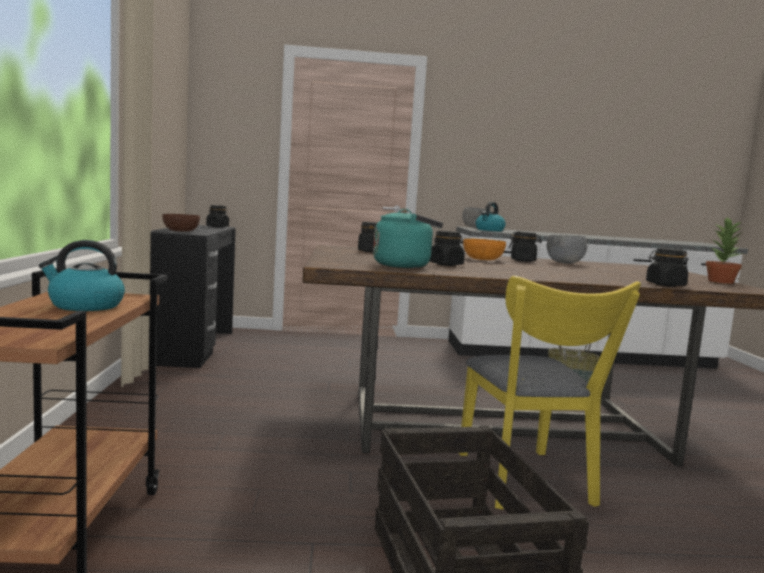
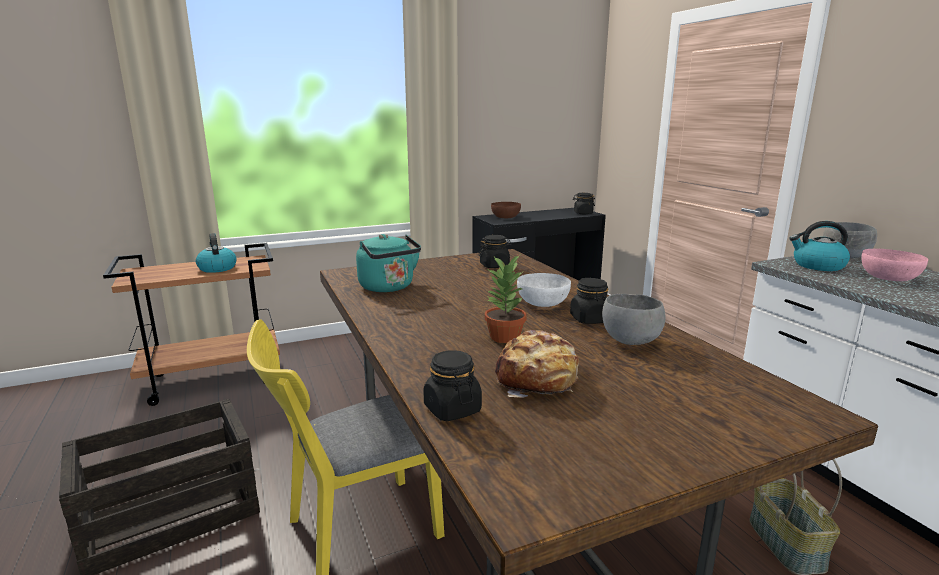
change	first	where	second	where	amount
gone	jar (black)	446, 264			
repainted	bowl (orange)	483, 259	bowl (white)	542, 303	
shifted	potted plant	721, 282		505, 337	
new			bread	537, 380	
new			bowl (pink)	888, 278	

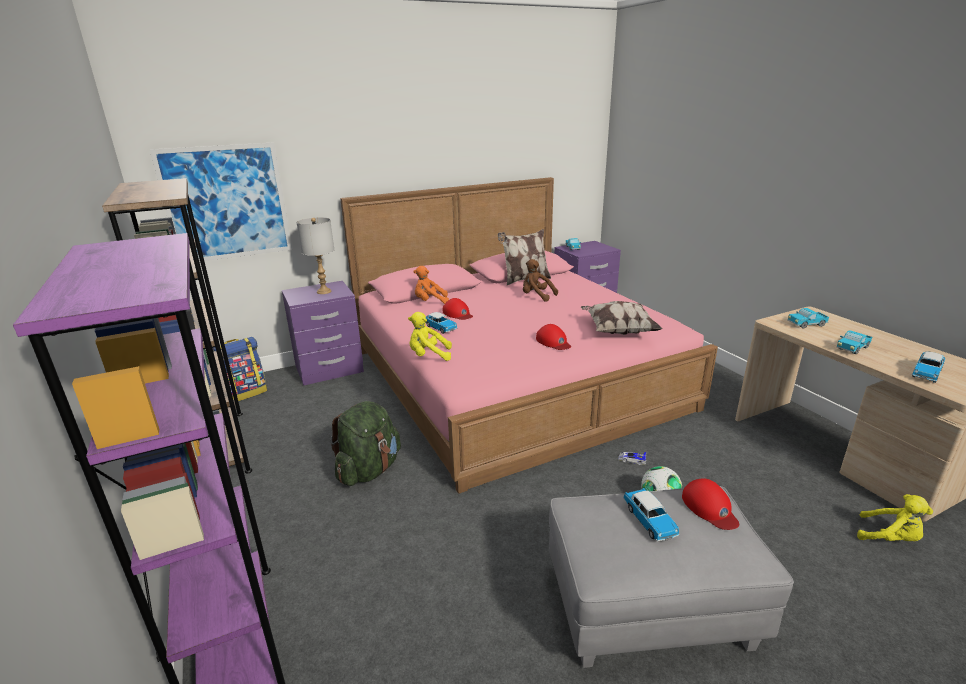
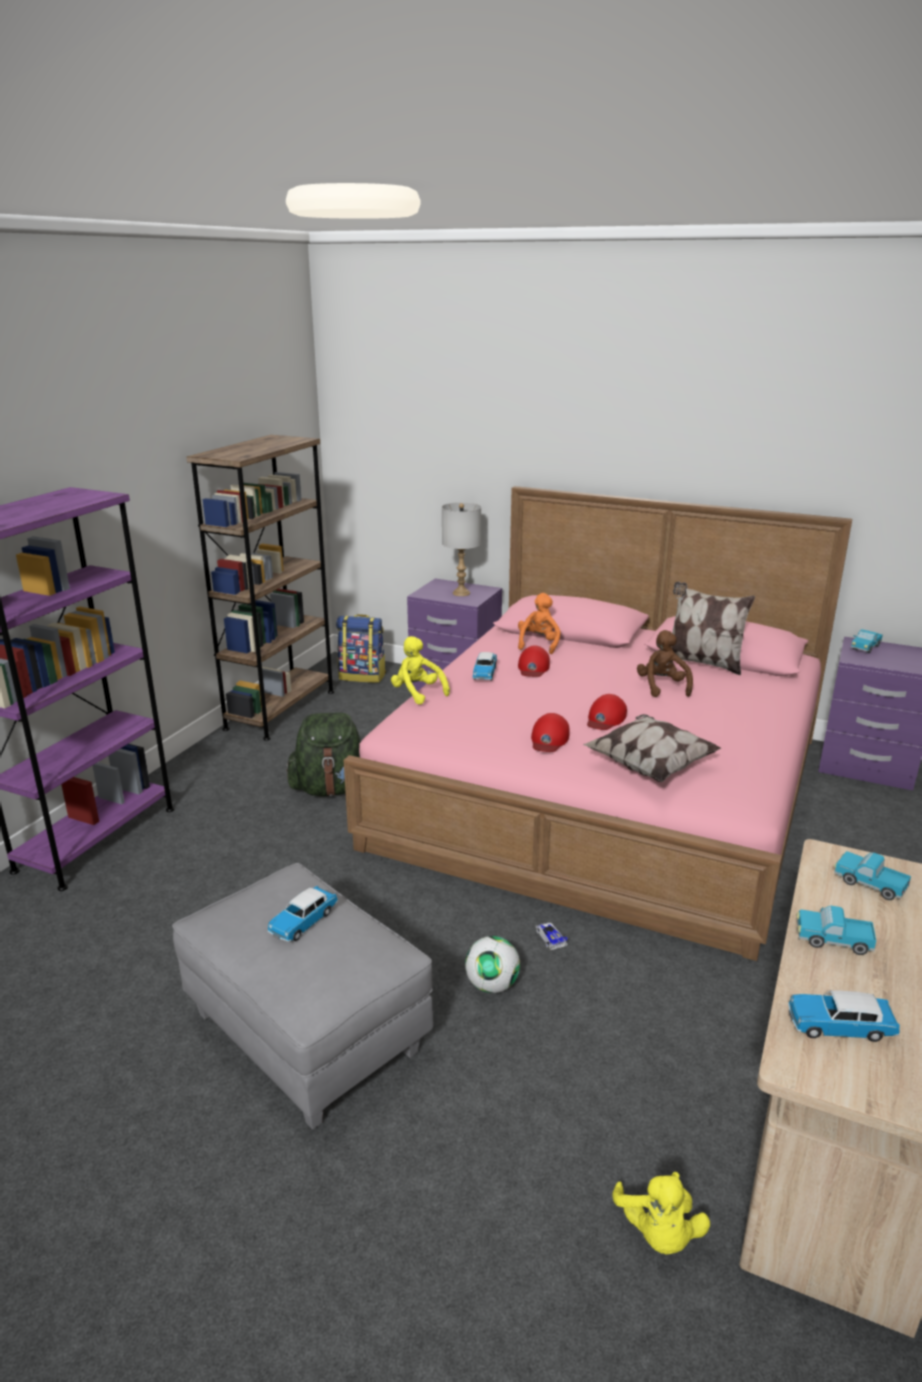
change	first	where	second	where	amount
gone	picture	226, 203			
rotated	plush toy (orange)	430, 302		538, 644	60 degrees clockwise
shifted	cap (red)	709, 508		605, 718	

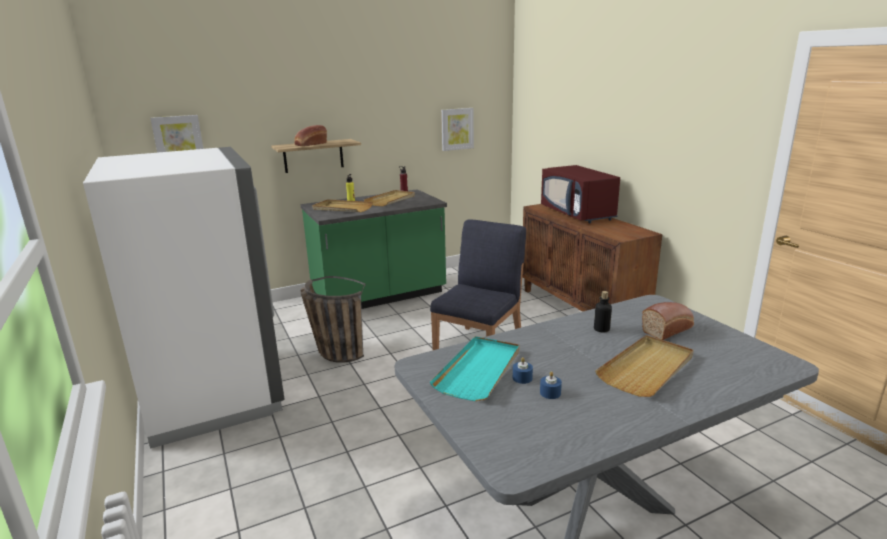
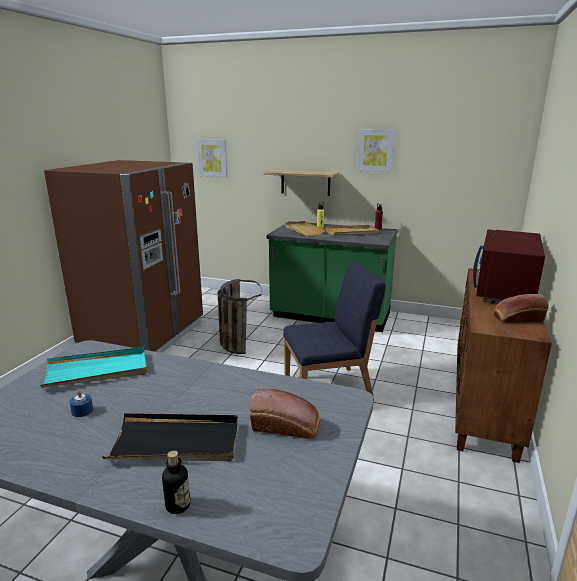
change	first	where	second	where	amount
repainted	fridge (white)	214, 393	fridge (brown)	144, 336	
shifted	bread	310, 144		517, 319	
shifted	picture	457, 129		375, 150	
gone	candle (blue)	522, 378			
shifted	bottle	601, 329		178, 505	
repainted	tray (beige)	647, 368	tray (black)	176, 442	

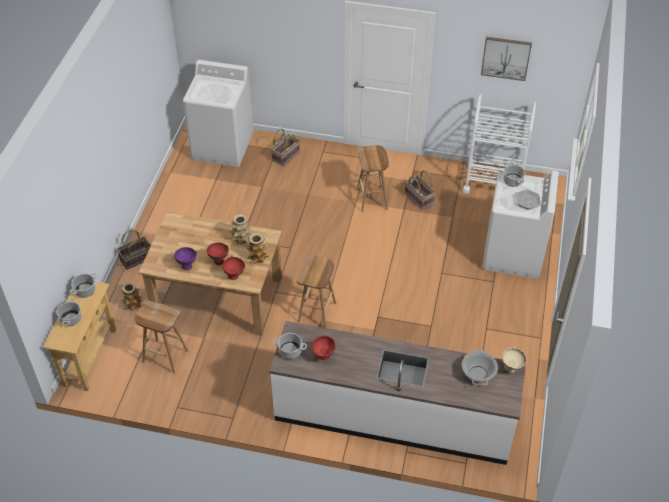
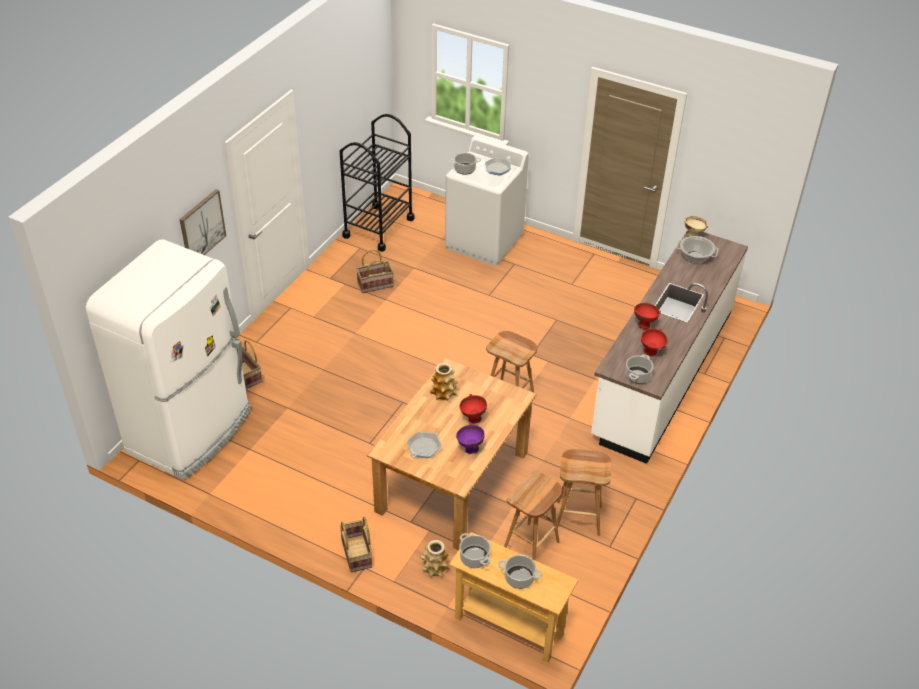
change	first	where	second	where	amount
swapped	washing machine (white)	223, 147	fridge (white)	191, 431	
shifted	bowl (red)	234, 276		644, 325	
gone	vase	258, 257			
shifted	stool (brown)	372, 200		578, 518	
repainted	cart (white)	493, 182	cart (black)	378, 227	
shifted	picture	506, 58		202, 227	
new			frying pan	424, 447	

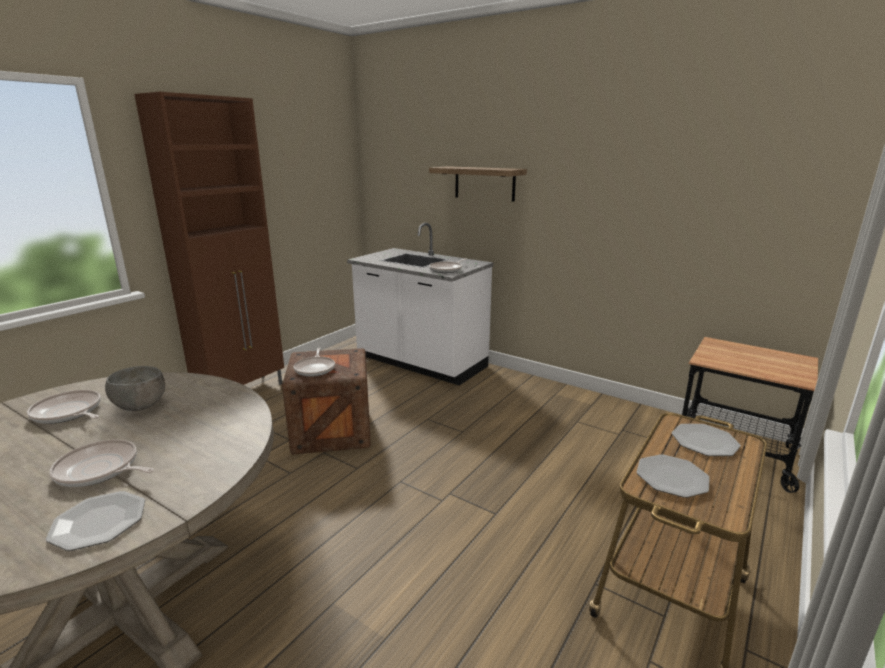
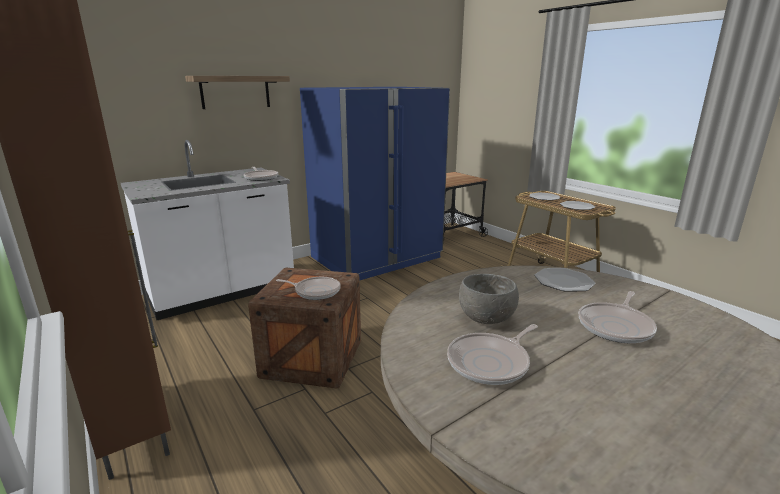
change	first	where	second	where	amount
shifted	plate	98, 522		564, 281	
new			fridge (blue)	377, 258	

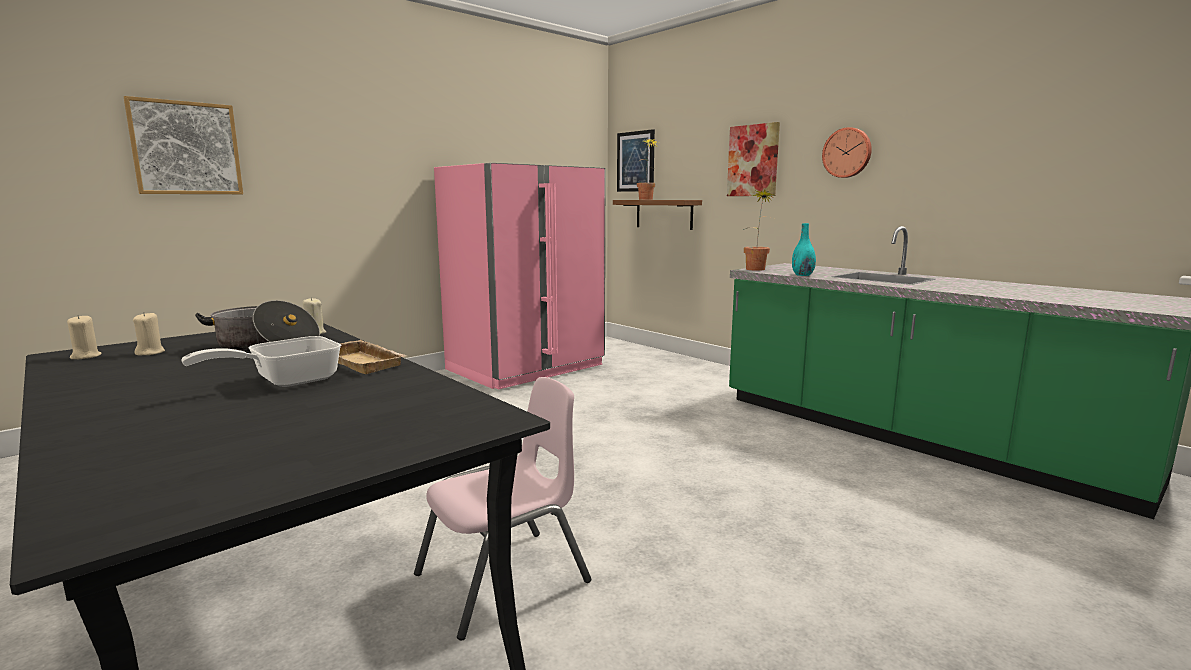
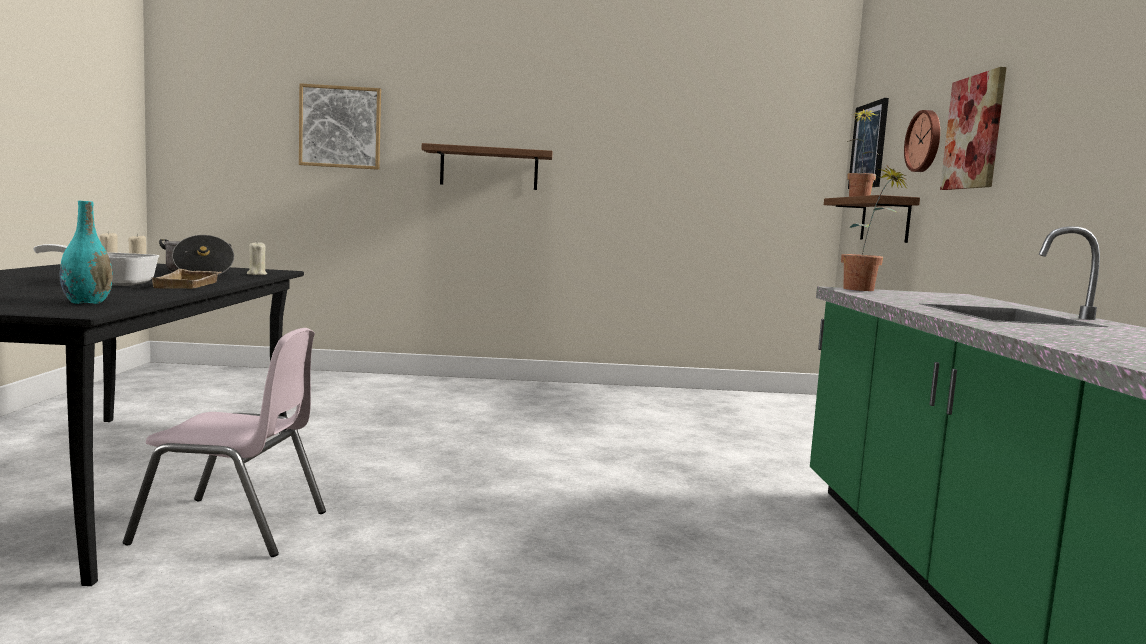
change	first	where	second	where	amount
gone	fridge (pink)	526, 368			
shifted	vase (turquoise)	802, 275		87, 302	
shifted	wall clock	847, 153		925, 141	
new			shelf	489, 168	

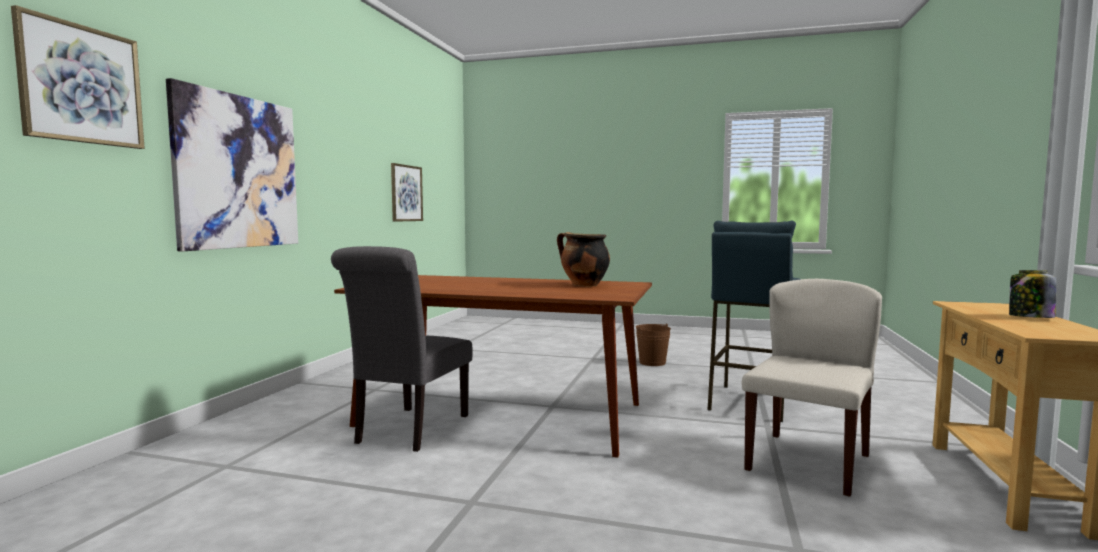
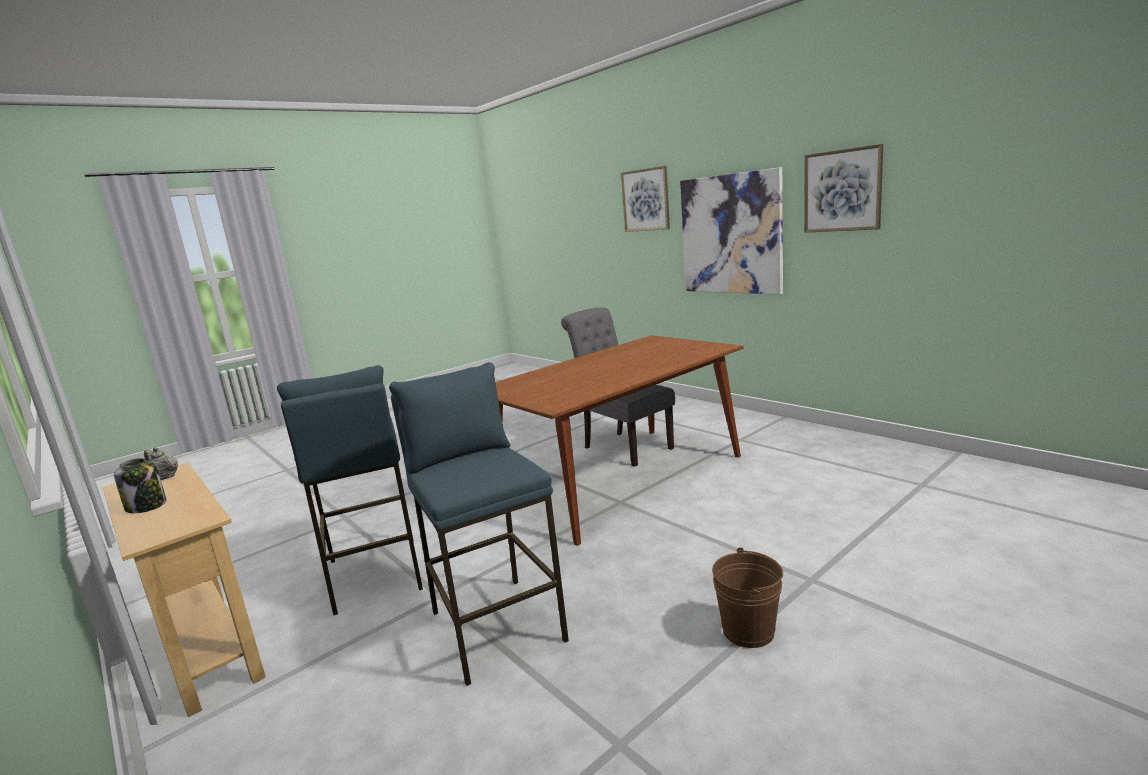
change	first	where	second	where	amount
shifted	picture	406, 193		842, 190	
gone	cooking pot	583, 285			
swapped	chair (beige)	807, 461	stool (blue)	375, 574	
new			teapot (beige)	164, 477	

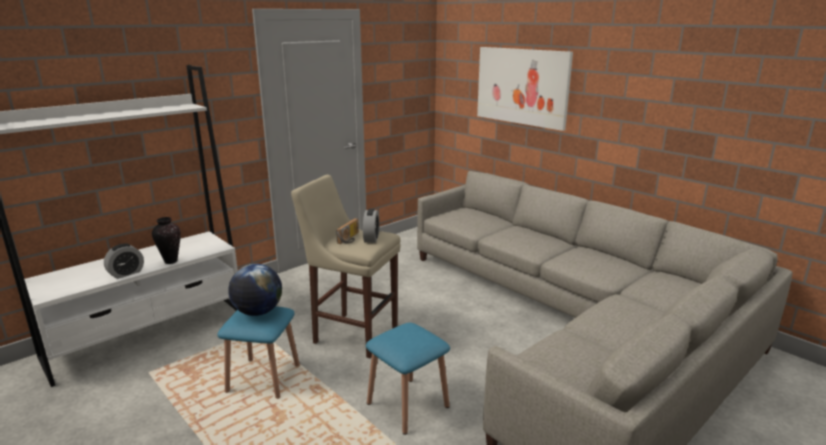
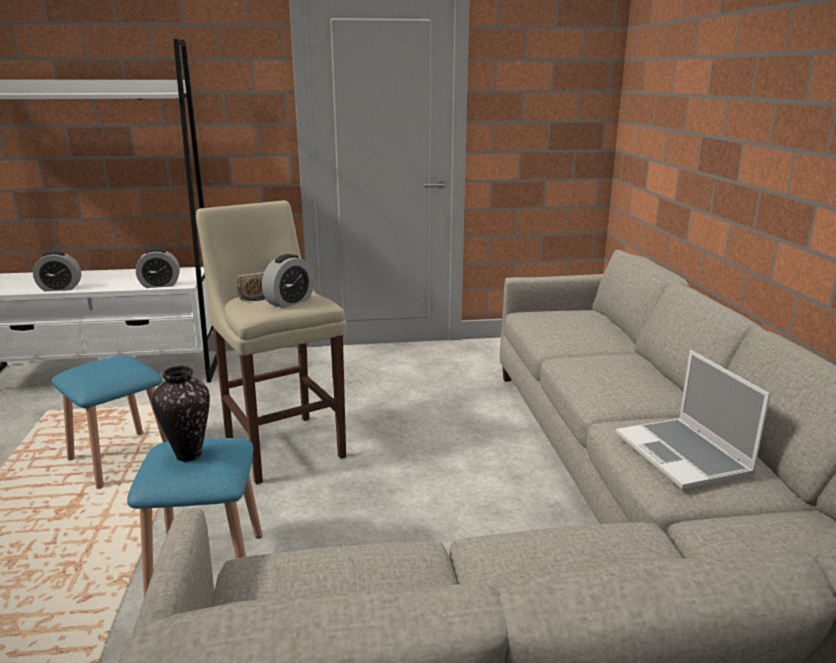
change	first	where	second	where	amount
shifted	vase	171, 261		189, 455	
gone	globe	258, 312			
gone	picture	522, 86			
new			alarm clock	160, 285	
new			laptop	684, 455	

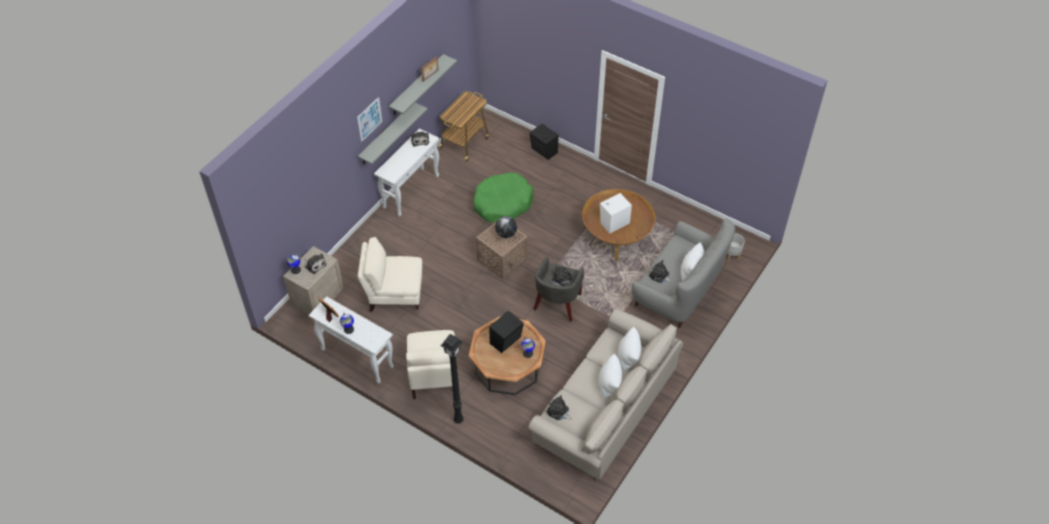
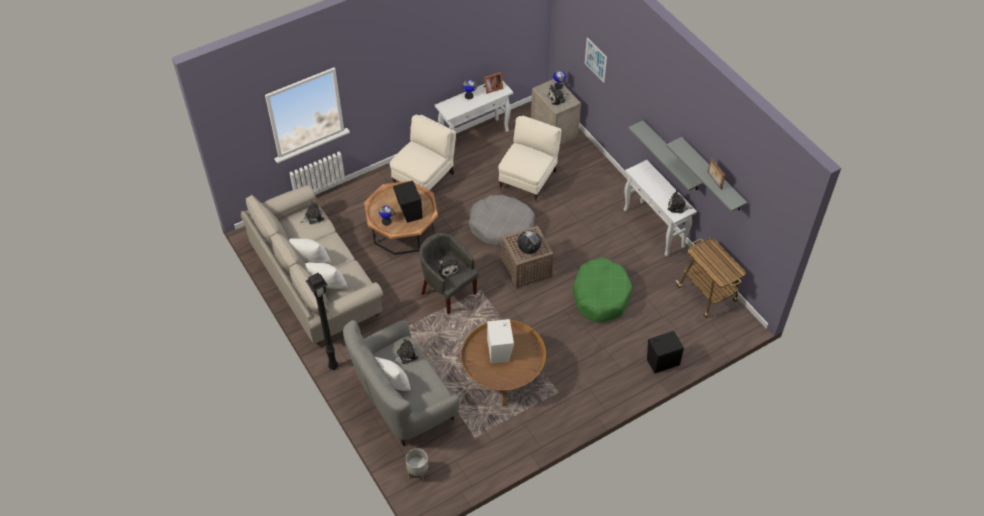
change	first	where	second	where	amount
shifted	picture	369, 119		595, 60	
rotated	armchair (beige)	433, 376		425, 178	105 degrees clockwise
shifted	floor lamp (black)	458, 421		332, 366	
new			dog bed (grey)	502, 227	

